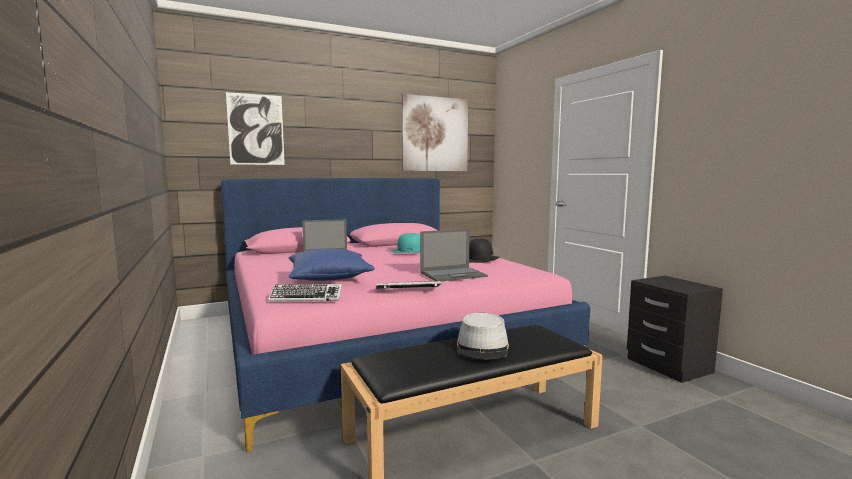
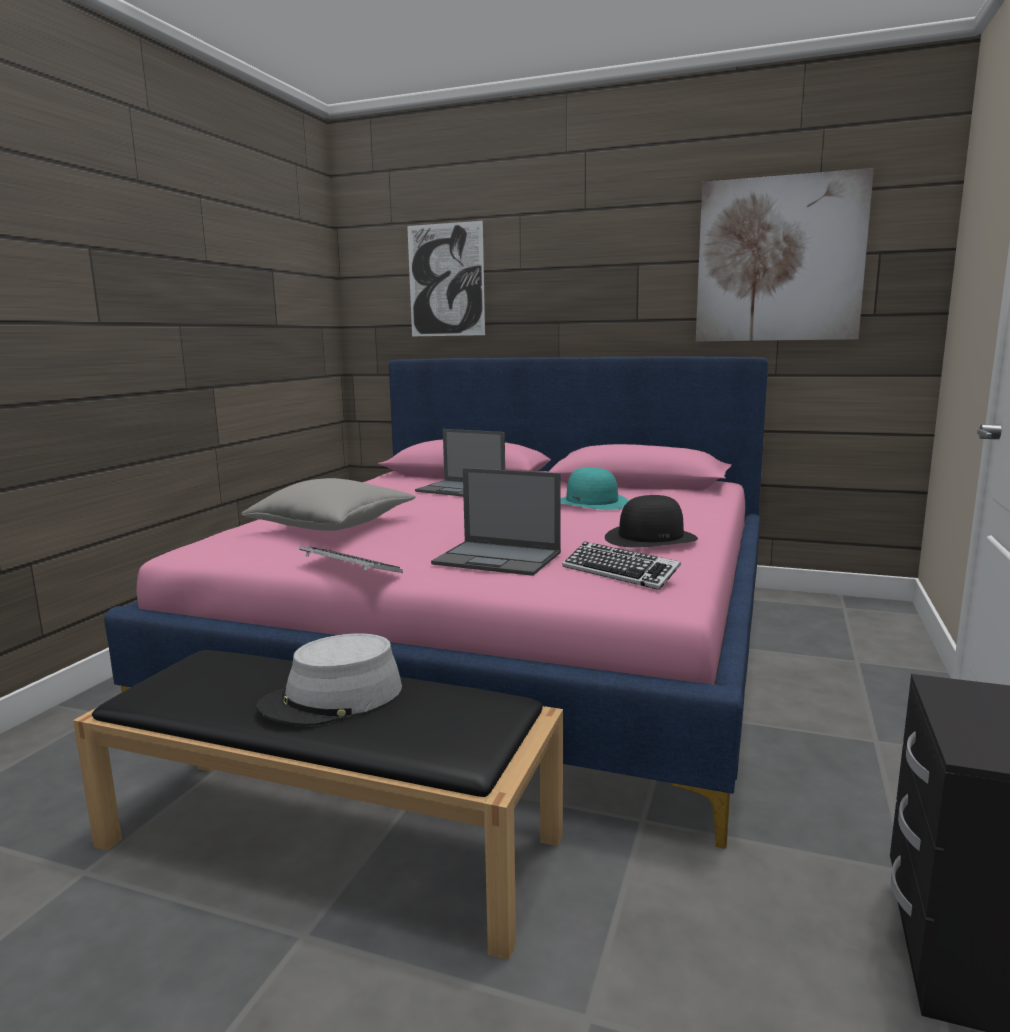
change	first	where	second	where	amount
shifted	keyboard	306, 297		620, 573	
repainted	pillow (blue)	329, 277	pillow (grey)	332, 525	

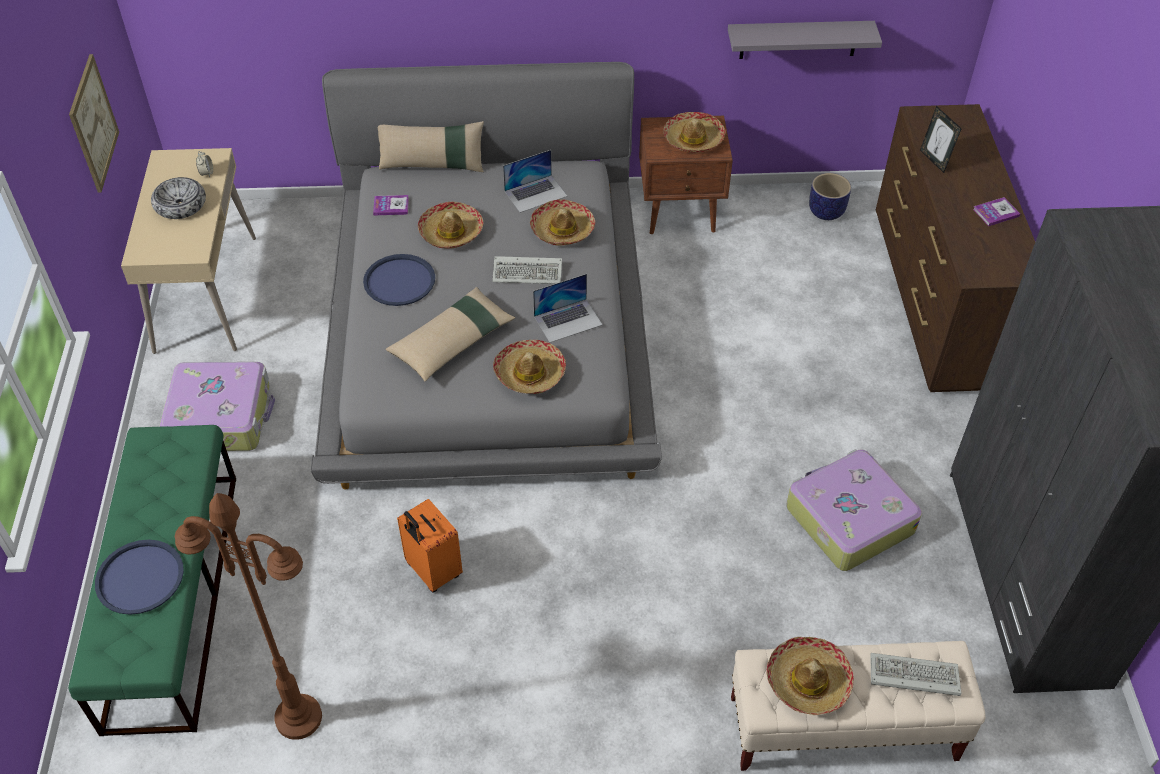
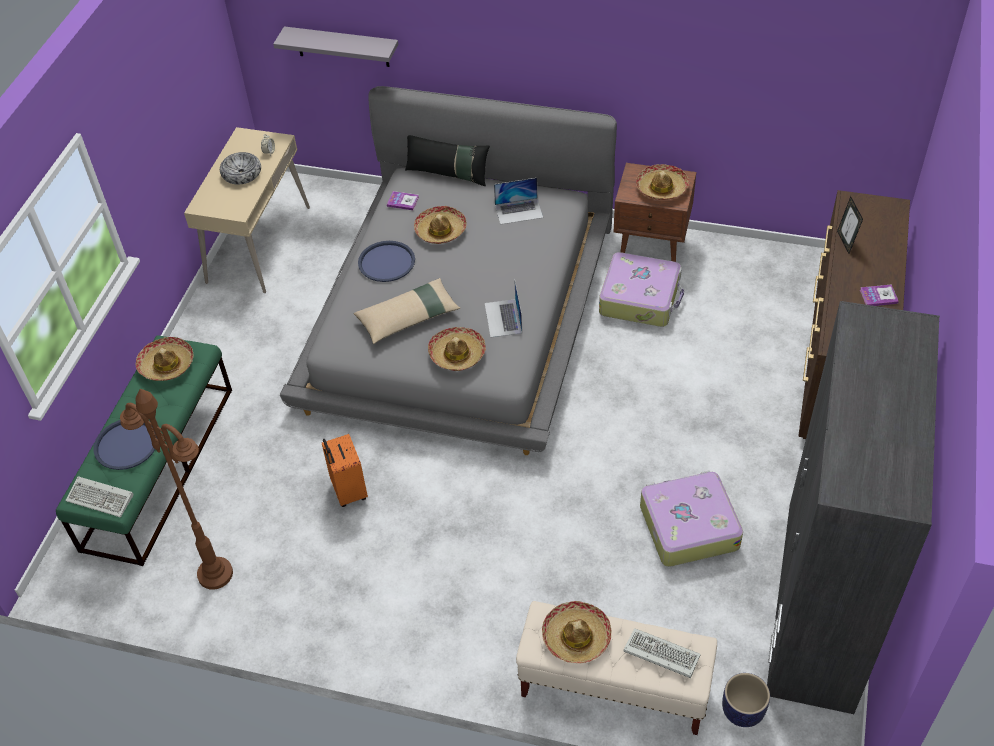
change	first	where	second	where	amount
gone	picture	93, 123			
shifted	suitcase	221, 416		640, 298	
repainted	pillow (beige)	432, 165	pillow (black)	448, 173	
shifted	keyboard	529, 272		102, 498	
shifted	hat	562, 230		167, 365	
rotated	laptop	568, 320		503, 318	90 degrees clockwise
shifted	shelf (grey)	798, 39		342, 47	
shifted	planter	826, 211		743, 711	

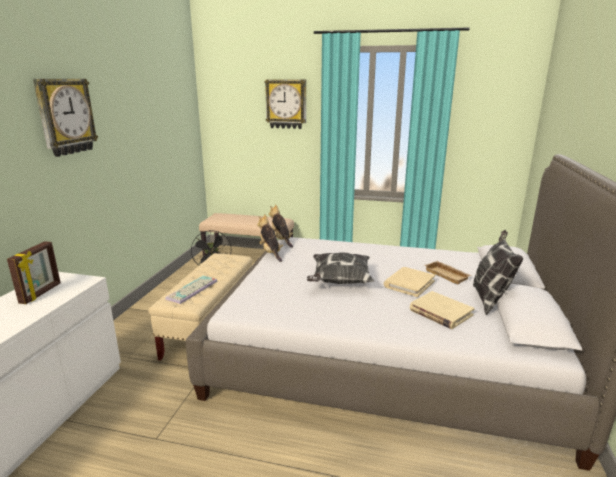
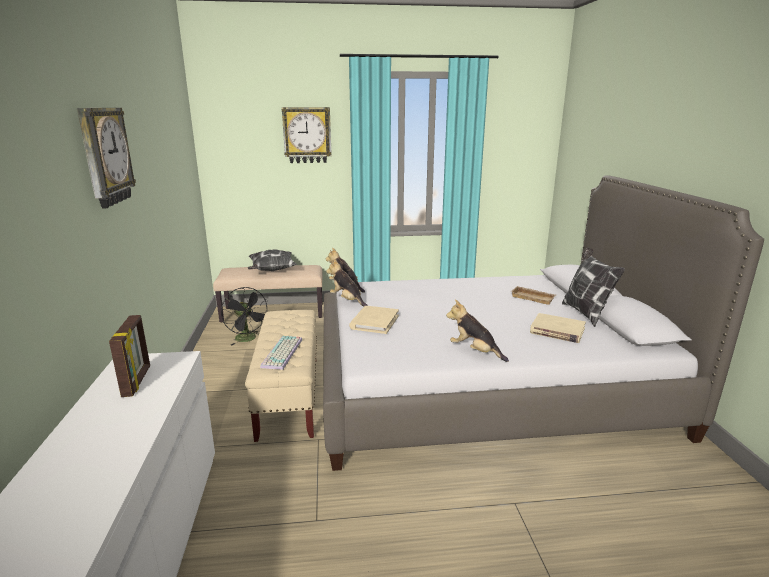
change	first	where	second	where	amount
shifted	pillow	339, 281		271, 271	
shifted	book (beige)	409, 283		374, 322	
new			plush toy	474, 351	

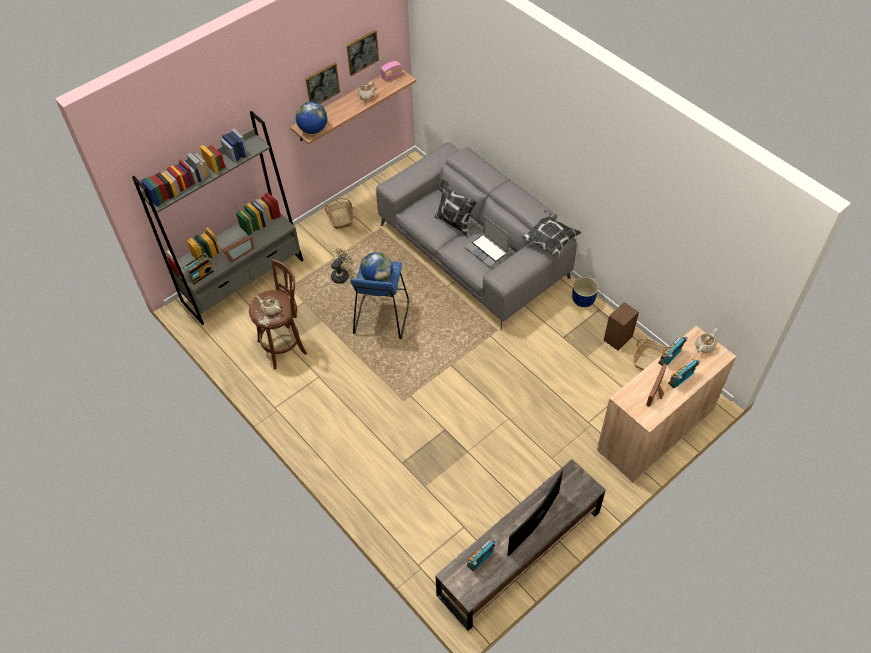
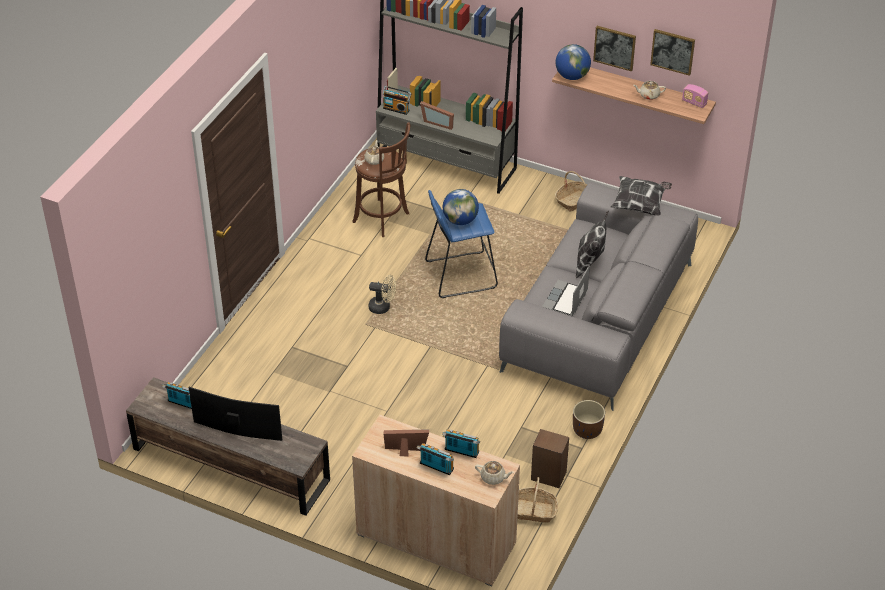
change	first	where	second	where	amount
shifted	fan (beige)	342, 275		383, 307	
shifted	pillow	549, 241		640, 204	
repainted	planter (blue)	583, 300	planter (brown)	587, 430	

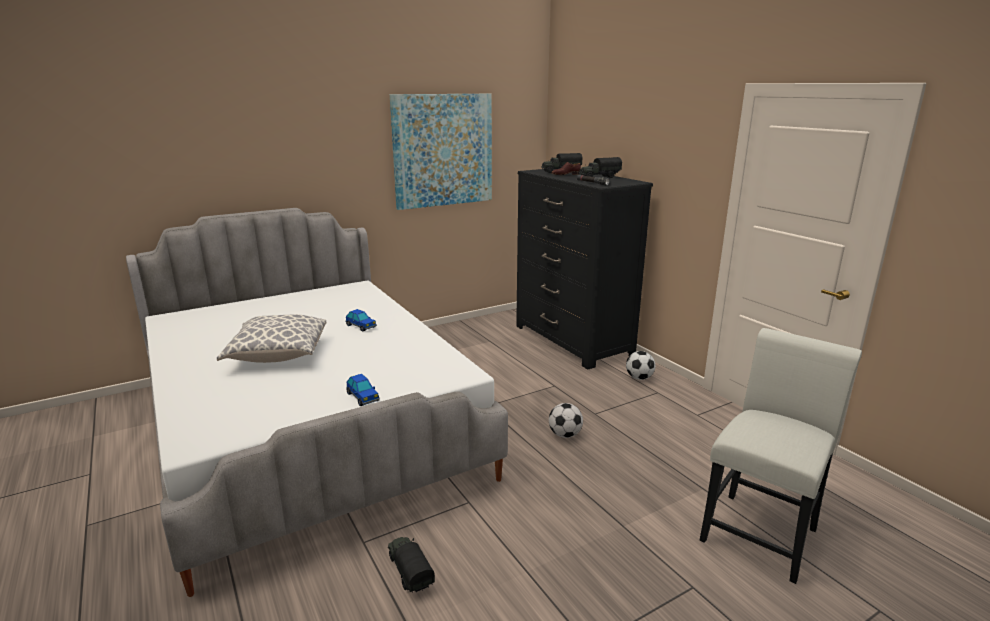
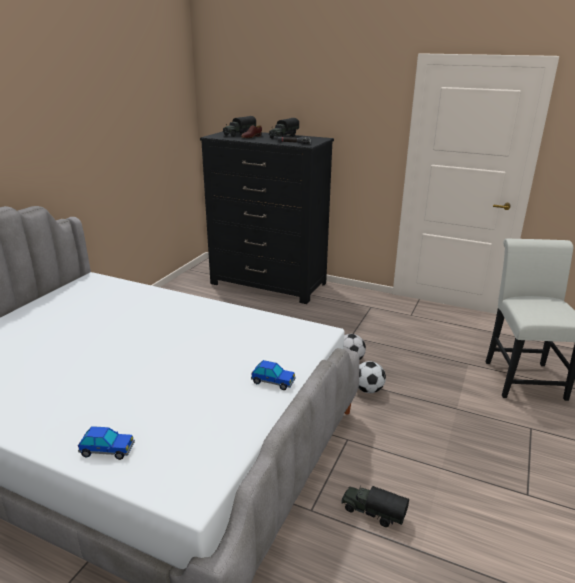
change	first	where	second	where	amount
gone	pillow	277, 355			
shifted	toy car	361, 326		107, 450	
gone	picture	443, 150			
shifted	football	639, 378		368, 390	

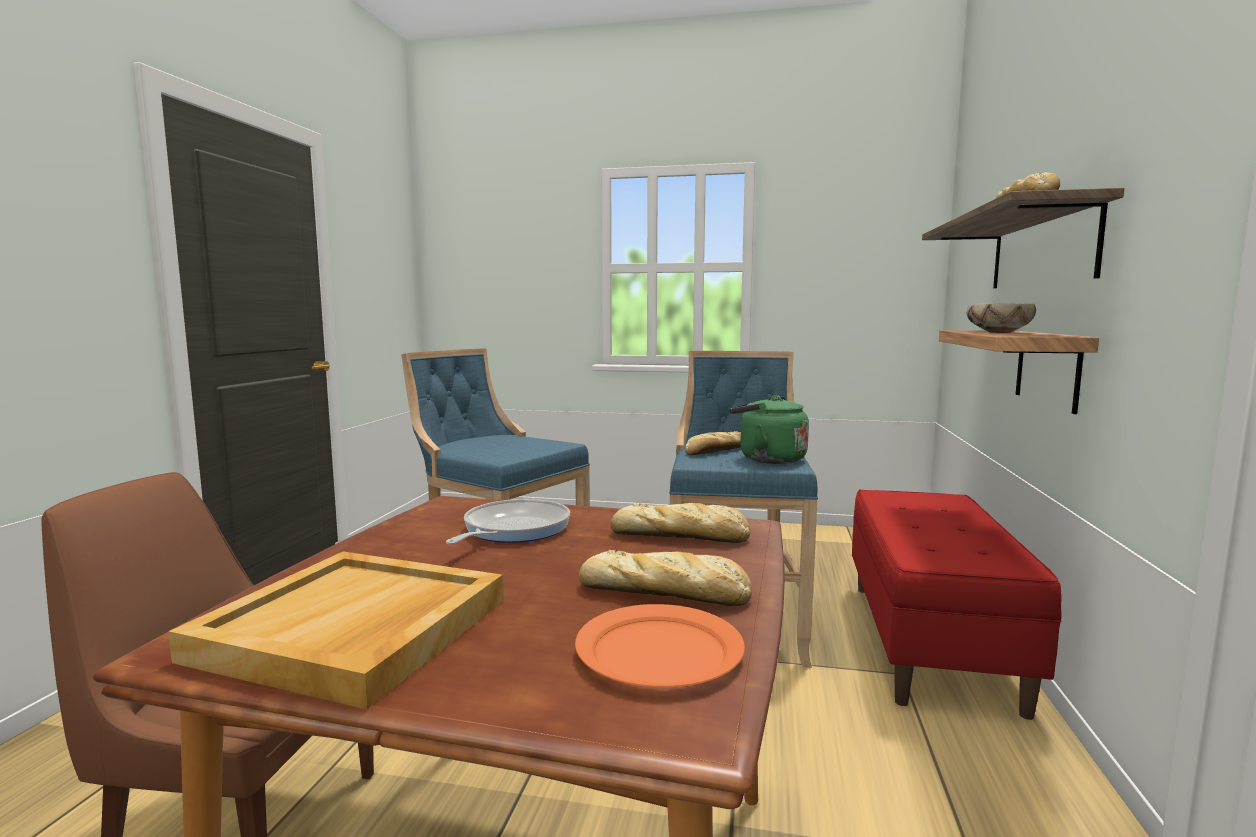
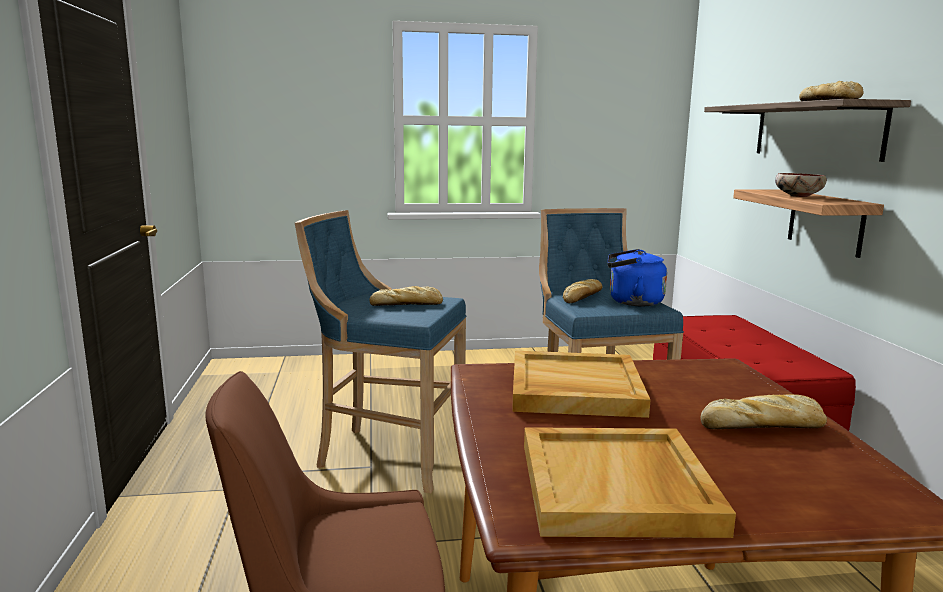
change	first	where	second	where	amount
swapped	frying pan	512, 530	tray (beige)	574, 389	
gone	plate (orange)	658, 652			
shifted	bread	682, 536		408, 304	
repainted	kettle (green)	767, 459	kettle (blue)	632, 302	

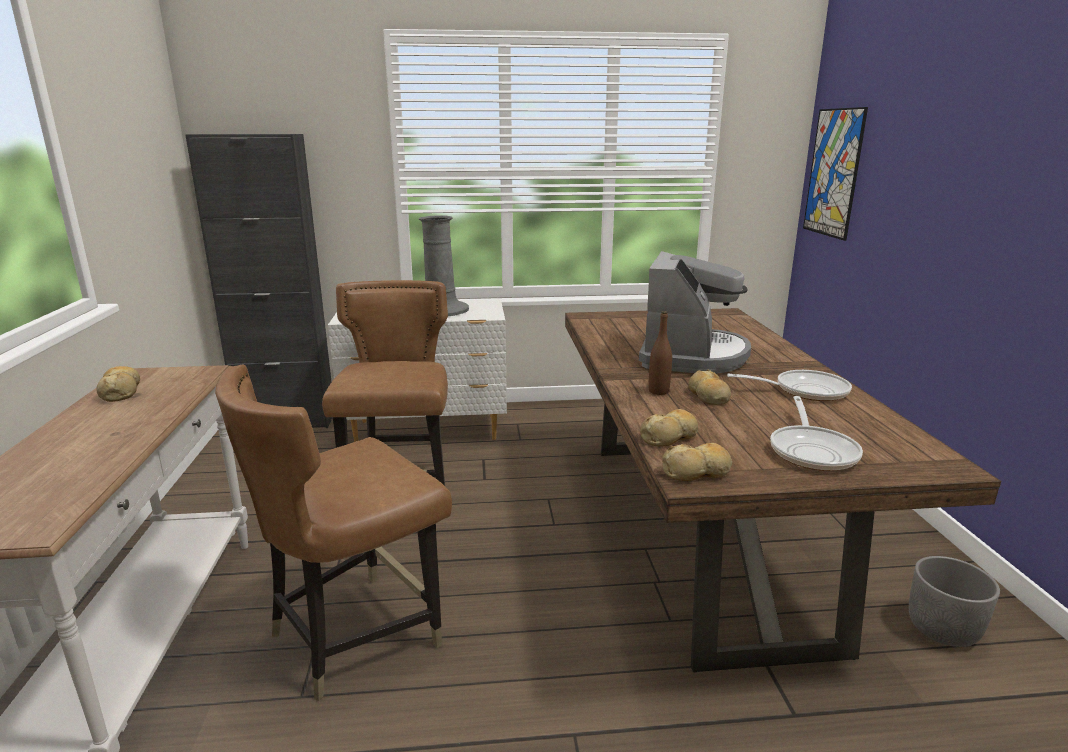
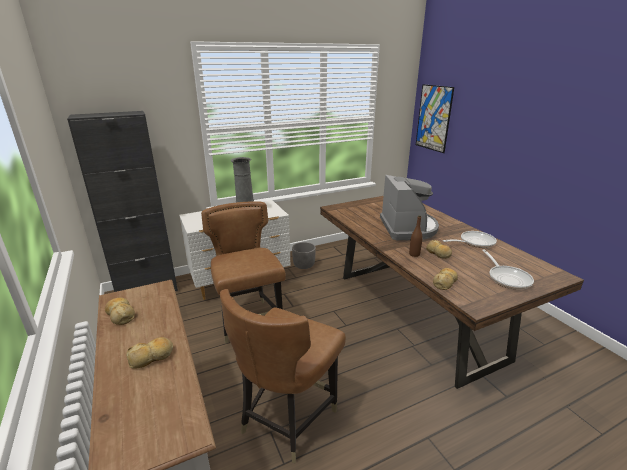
change	first	where	second	where	amount
shifted	bread	697, 472		151, 357	
shifted	planter (grey)	943, 629		304, 265	

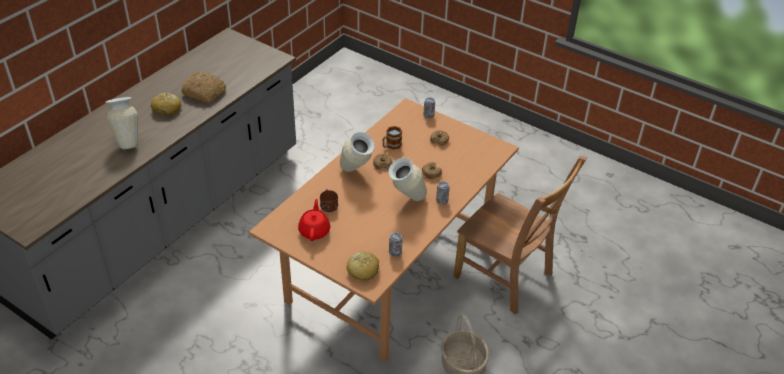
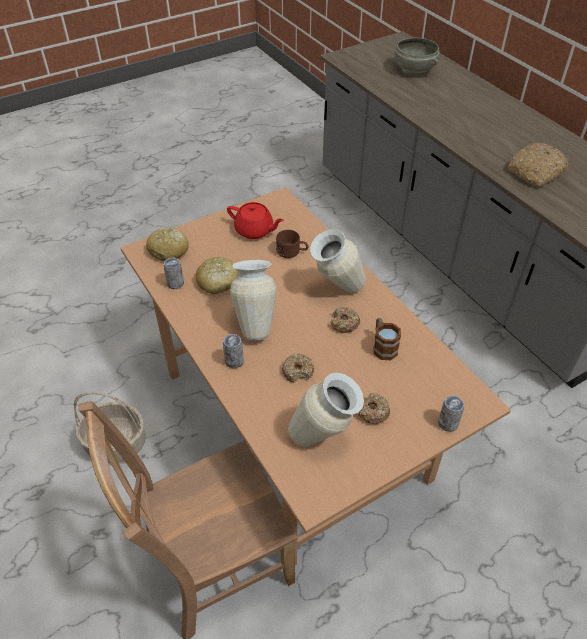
change	first	where	second	where	amount
shifted	vase	128, 141		324, 439	
shifted	bread	167, 109		217, 282	
new			bowl (grey)	413, 70	

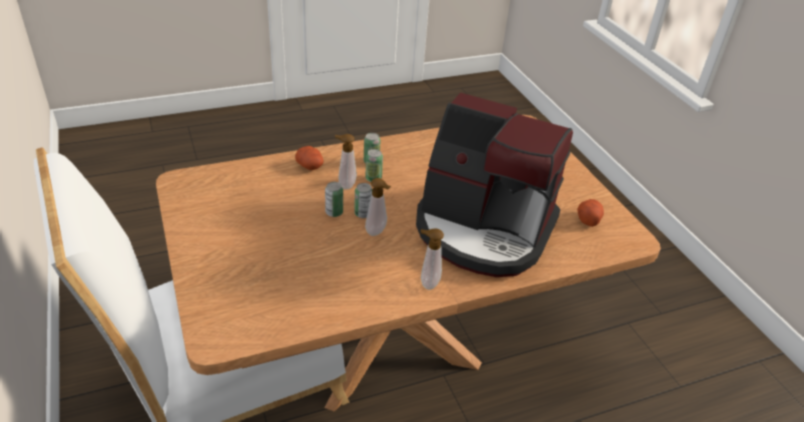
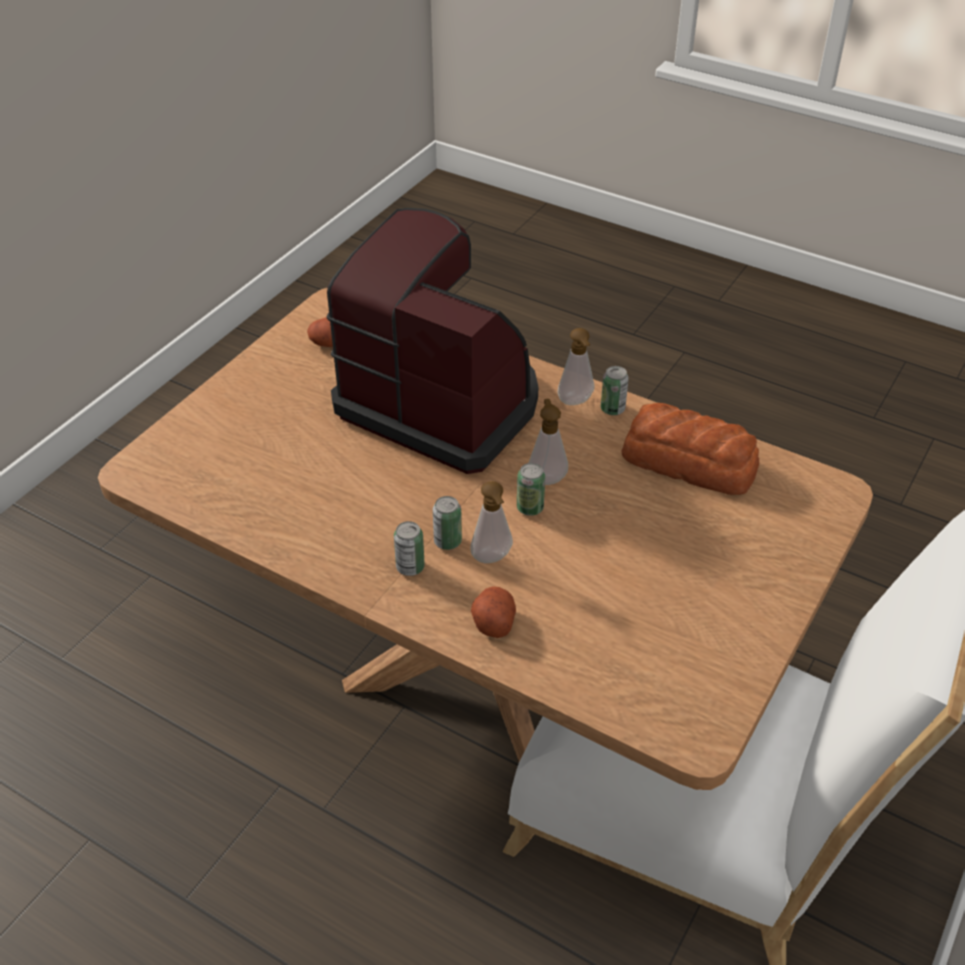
change	first	where	second	where	amount
shifted	can	334, 212		612, 409	
rotated	coffee machine	483, 230		442, 403	45 degrees counterclockwise
new			bread	690, 462	

